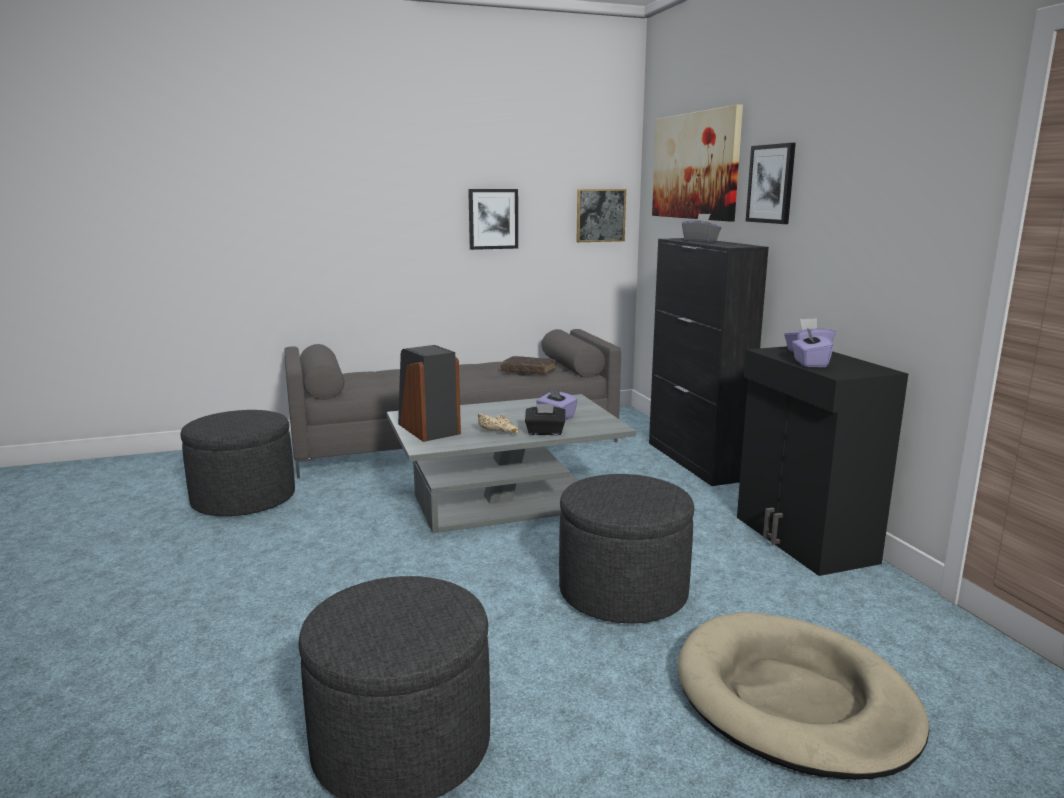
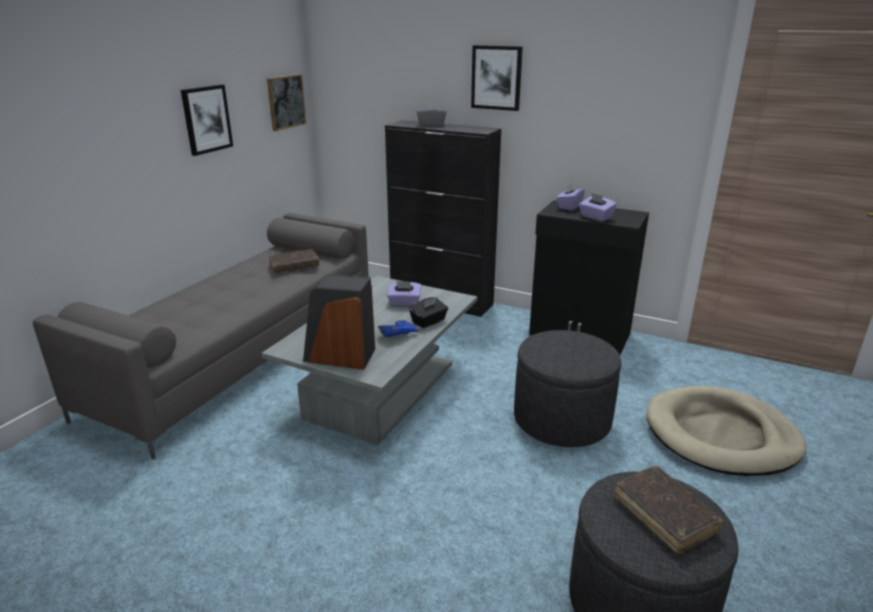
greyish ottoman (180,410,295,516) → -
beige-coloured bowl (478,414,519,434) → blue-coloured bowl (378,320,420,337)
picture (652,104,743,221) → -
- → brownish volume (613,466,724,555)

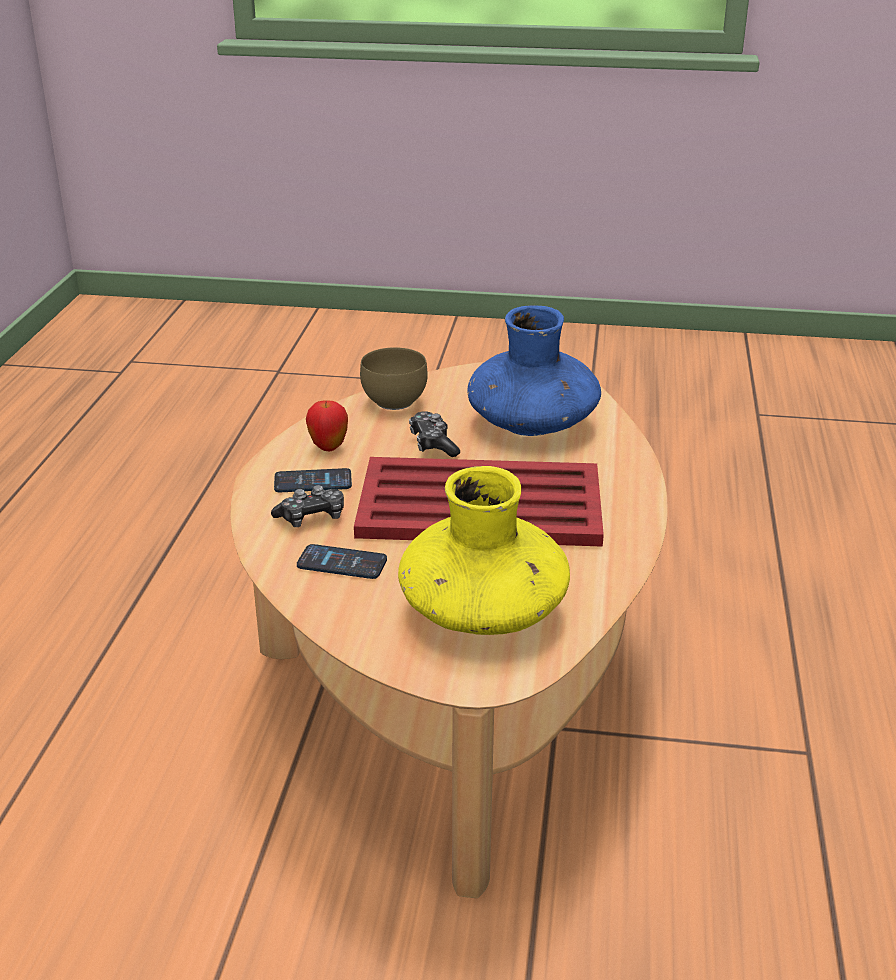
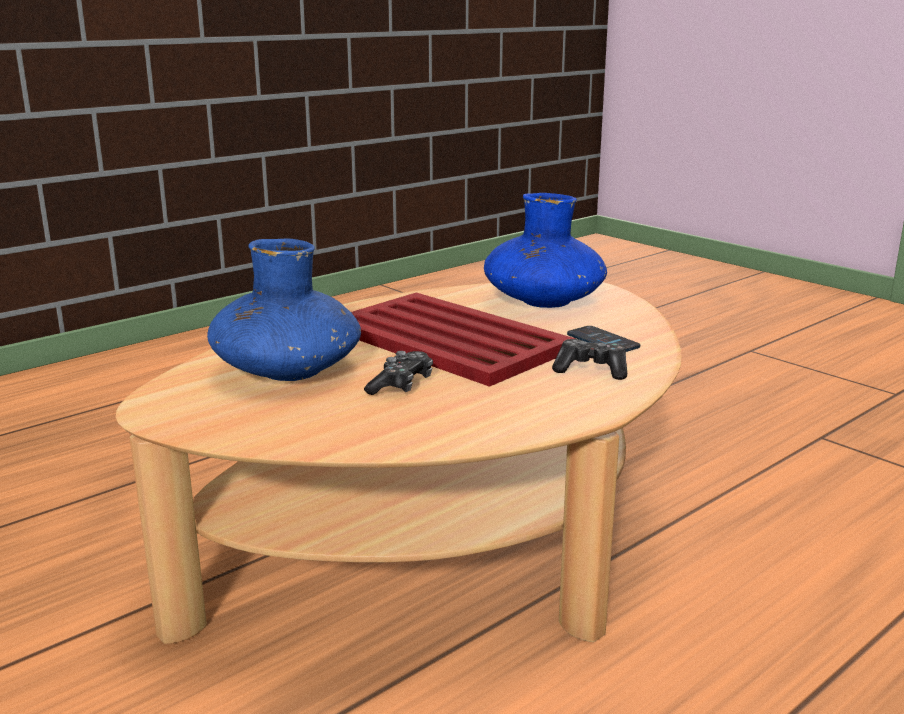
phone (274,468,352,492) → -
apple (306,400,348,451) → -
brownish bowl (360,347,428,410) → -
yellow-coloured vase (398,466,570,635) → blue-coloured vase (484,193,607,308)

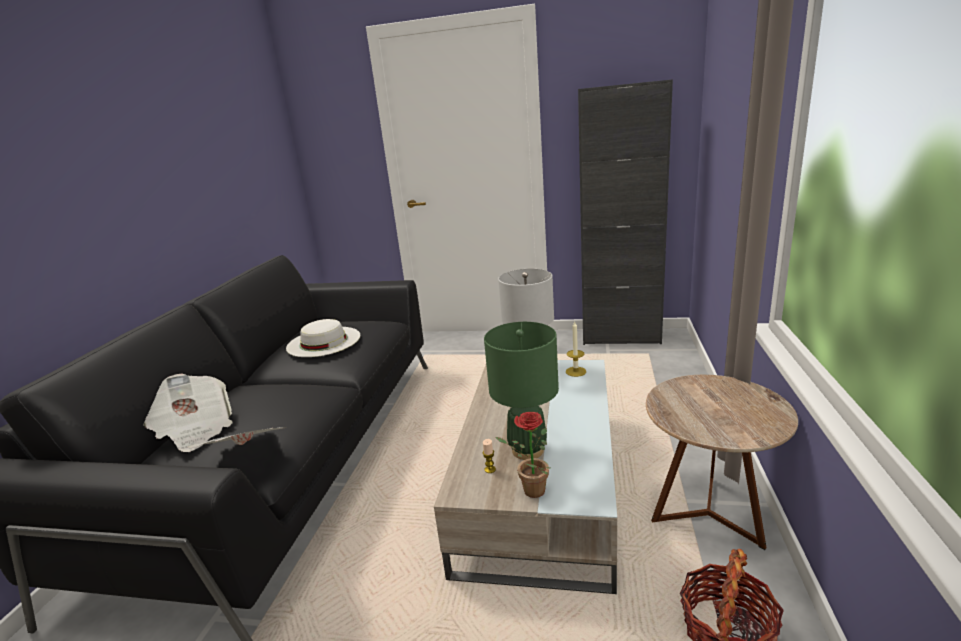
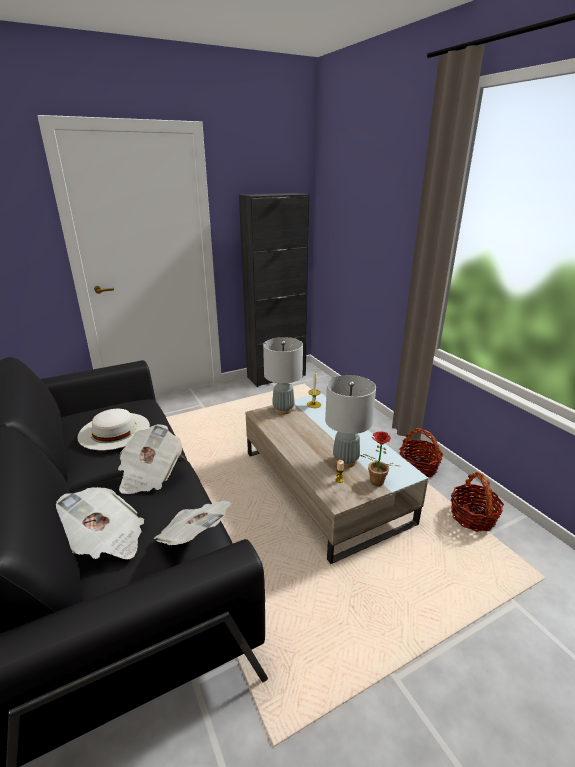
greenish tabletop lamp (484,322,559,460) → greyish tabletop lamp (325,375,376,468)
brownish end table (646,375,798,550) → household basket (400,428,444,477)
- → newspaper (118,424,182,494)

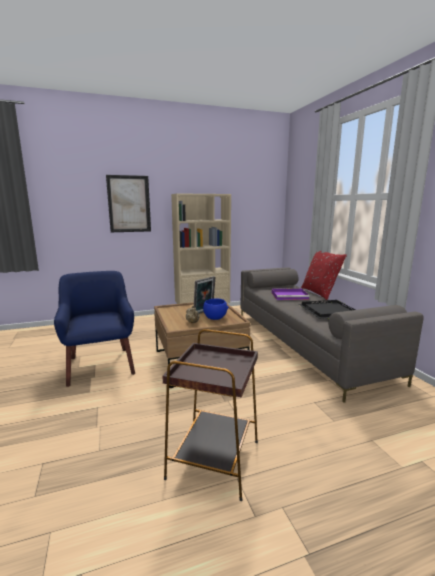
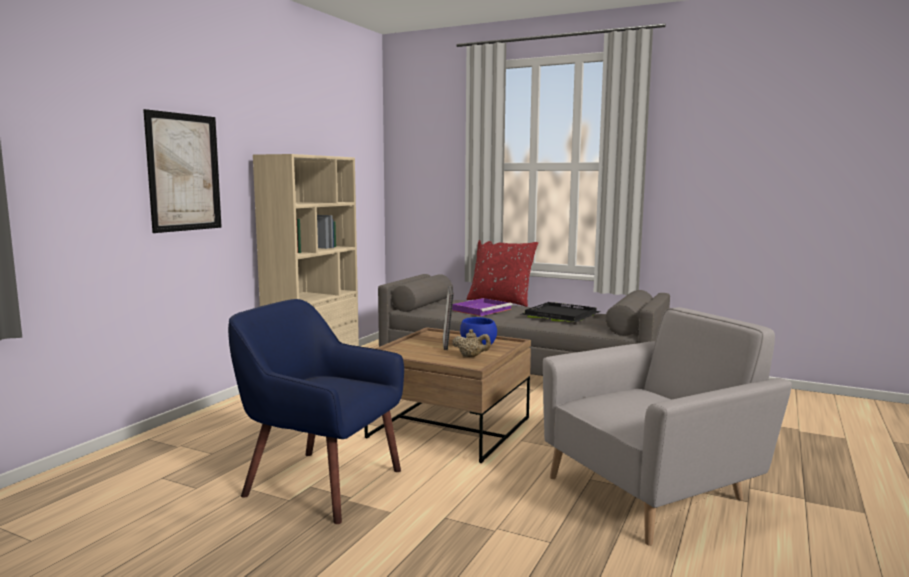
brownish end table (162,329,258,501) → greyish lounge chair (543,307,792,546)

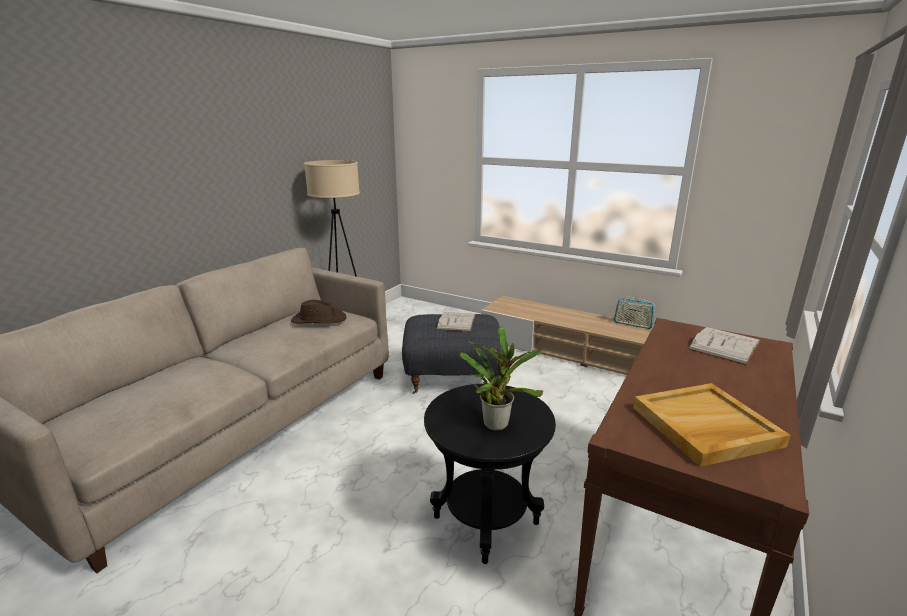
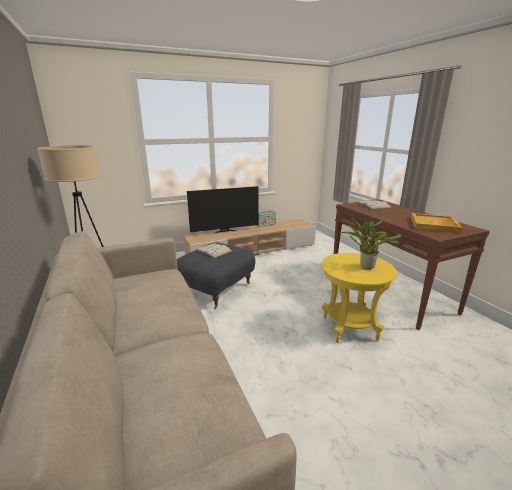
brownish wearable hat (291,300,346,324) → -
black-coloured end table (424,384,556,564) → yellow-coloured end table (321,253,397,343)
- → TV set (187,186,259,234)

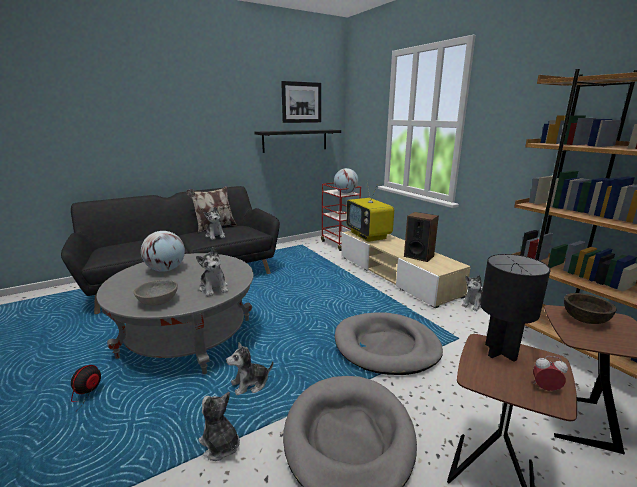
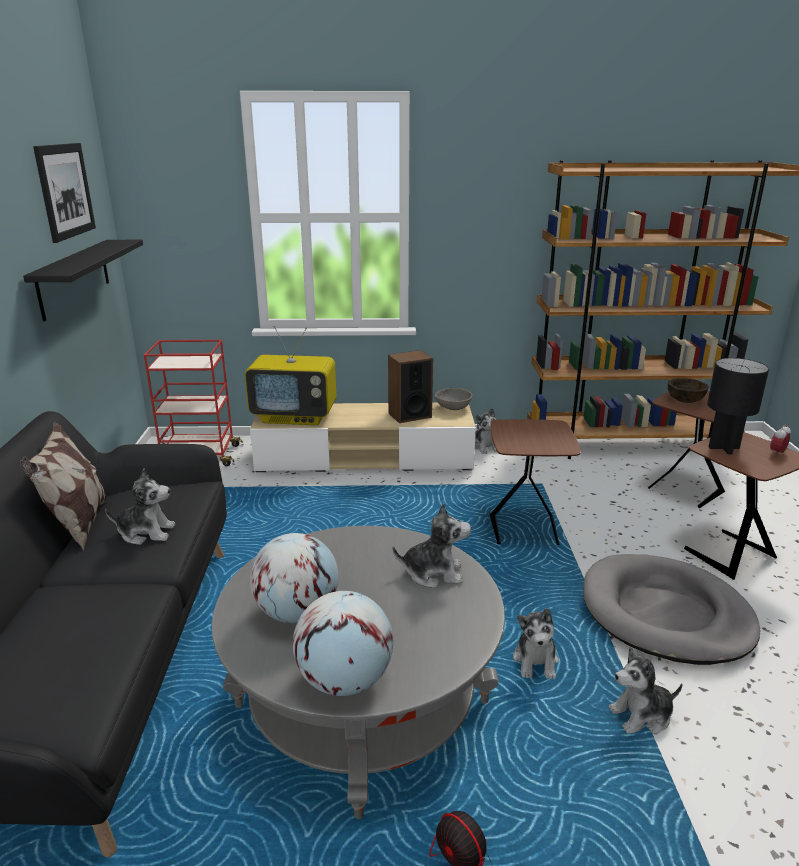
greyish bowl (134,280,178,305) → greyish bowl (435,388,472,410), relocated
globe (334,168,359,194) → globe (293,591,393,696), relocated
greyish dog bed (335,312,443,375) → brownish end table (490,419,581,545)

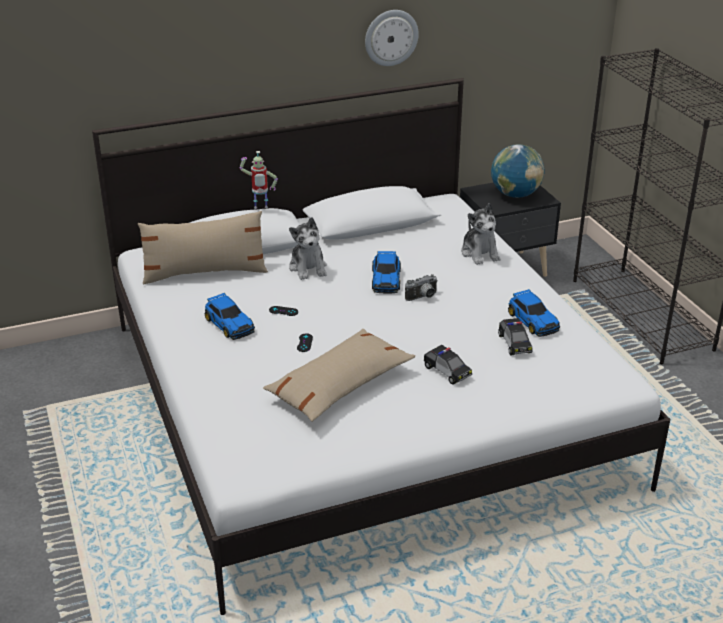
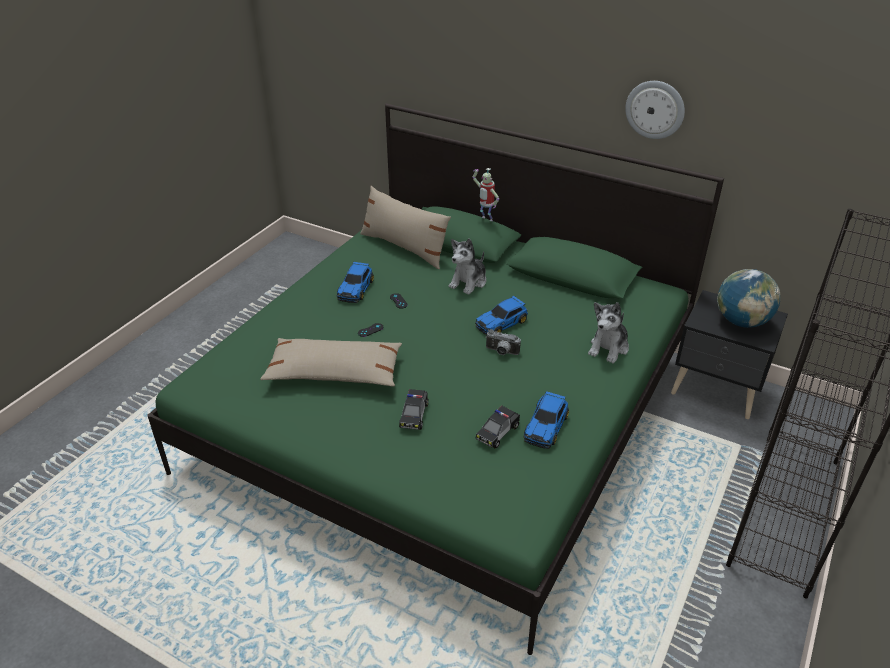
whitish sleeping bed (92,78,670,615) → greenish sleeping bed (147,103,724,655)

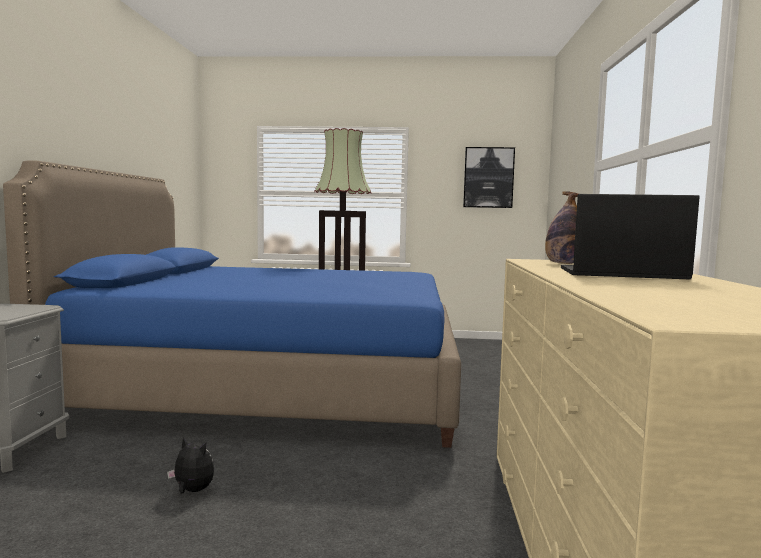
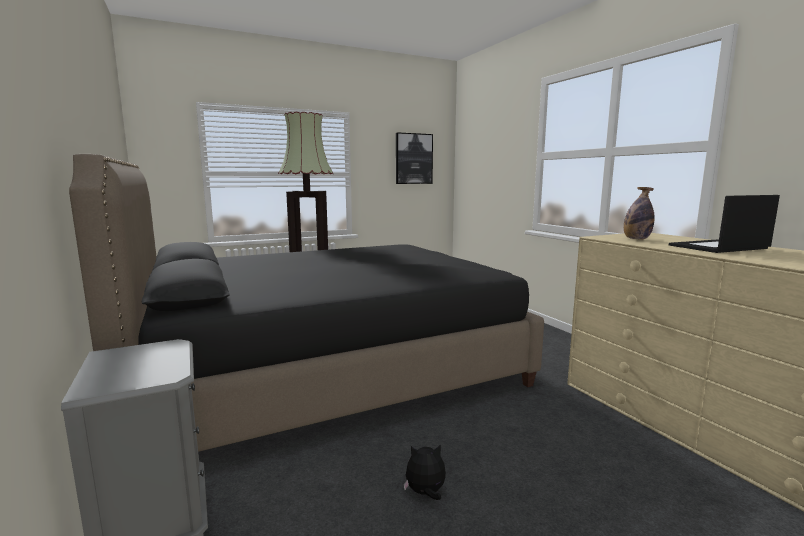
blue-coloured sleeping bed (3,160,461,448) → black-coloured sleeping bed (69,154,544,452)

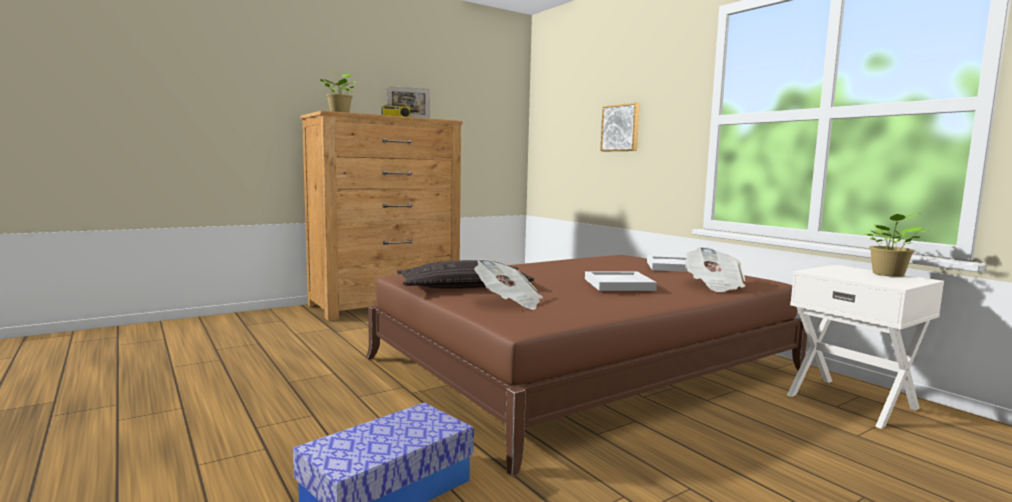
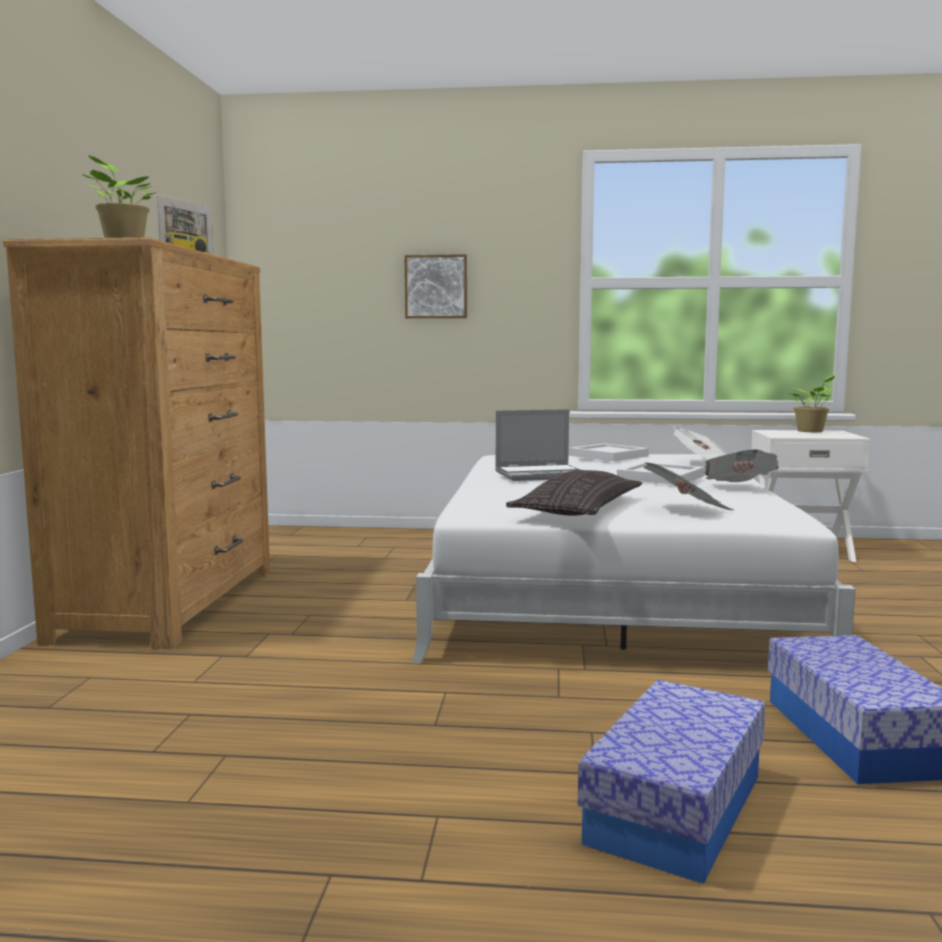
brownish sleeping bed (366,255,808,476) → whitish sleeping bed (412,454,856,664)
- → laptop (495,409,580,481)
- → storage bin (578,679,765,884)
- → newspaper (704,449,779,482)

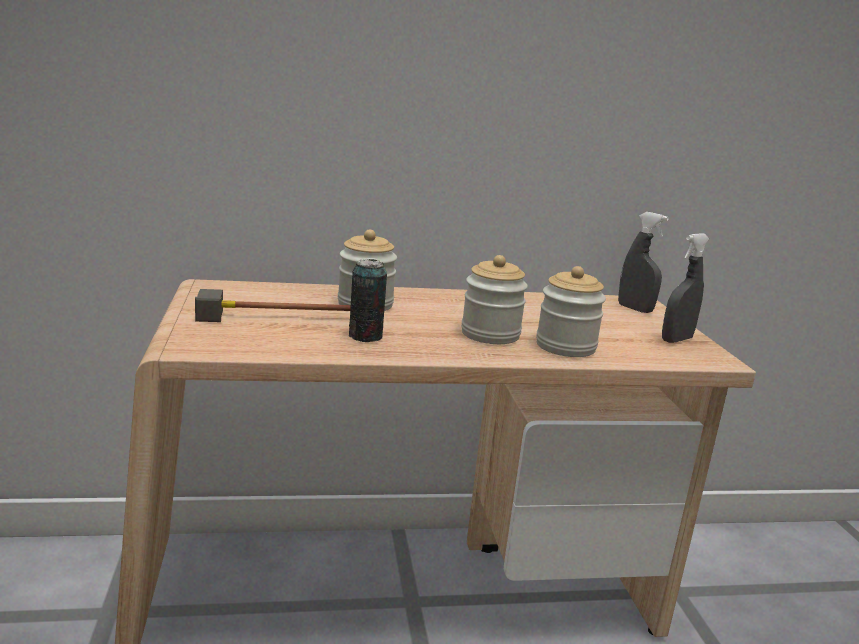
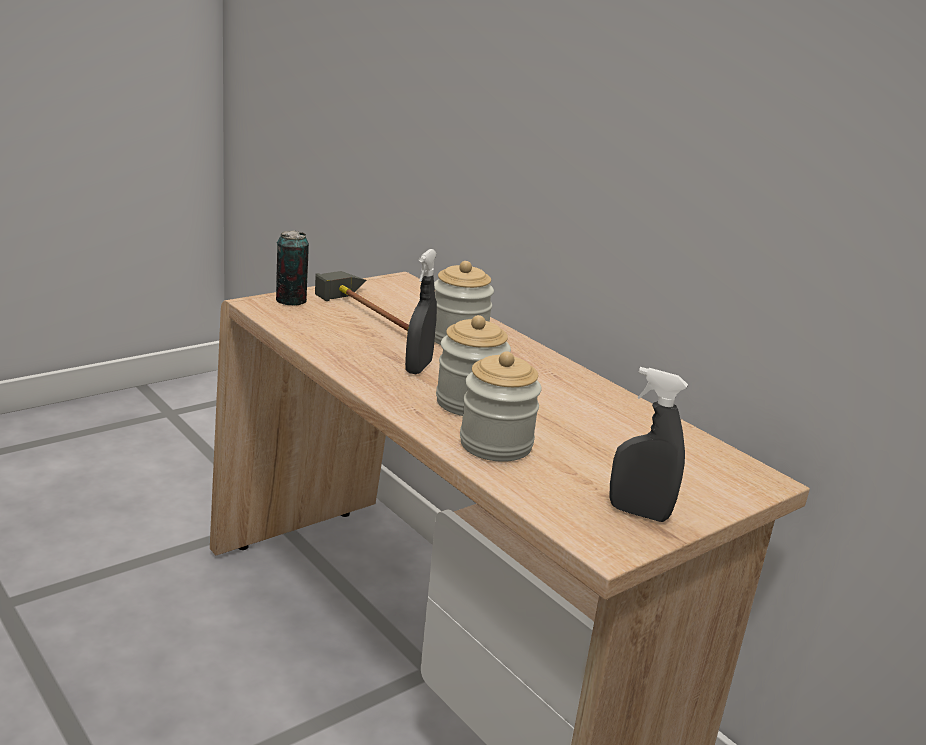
sealed can (349,259,387,342) → sealed can (276,230,309,305), relocated
greyish spray bottle (618,212,669,313) → greyish spray bottle (405,249,437,374), relocated

